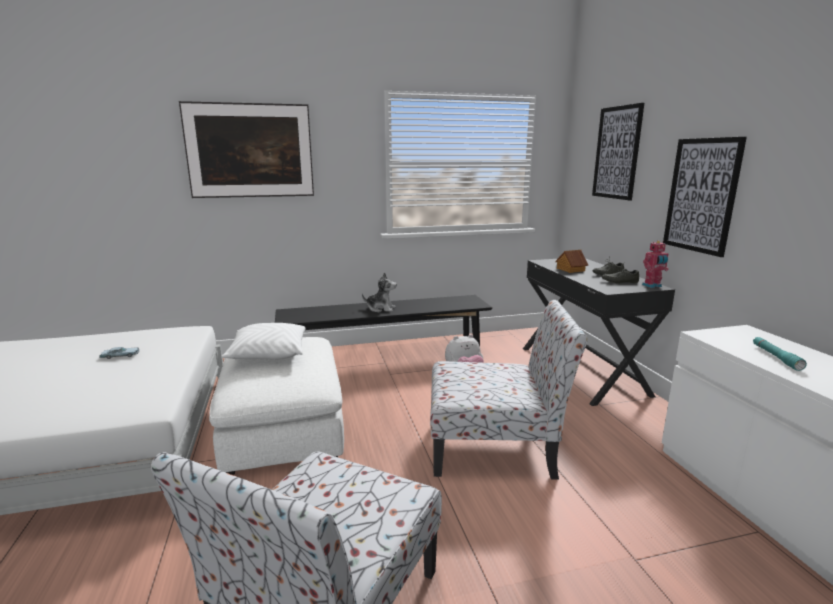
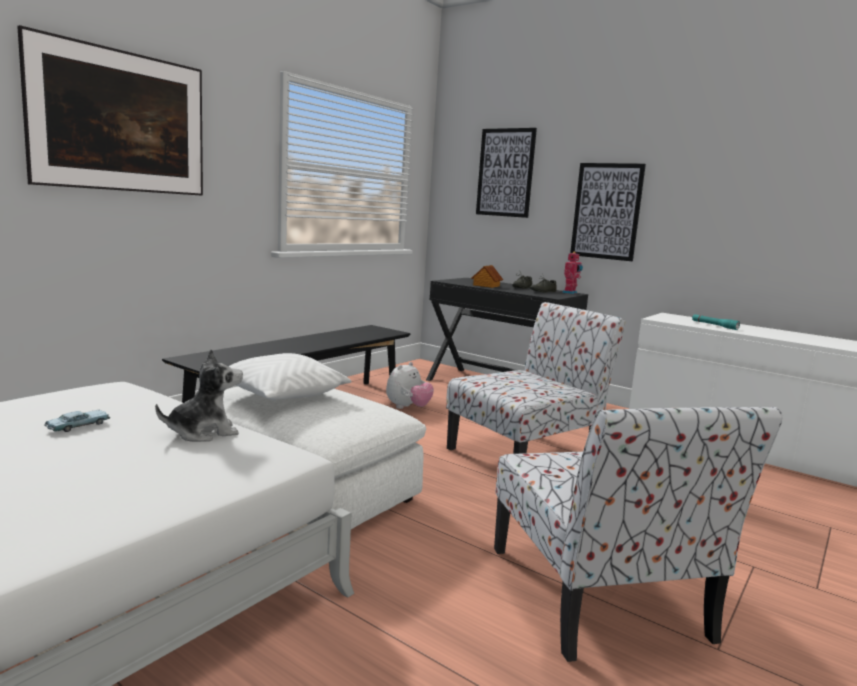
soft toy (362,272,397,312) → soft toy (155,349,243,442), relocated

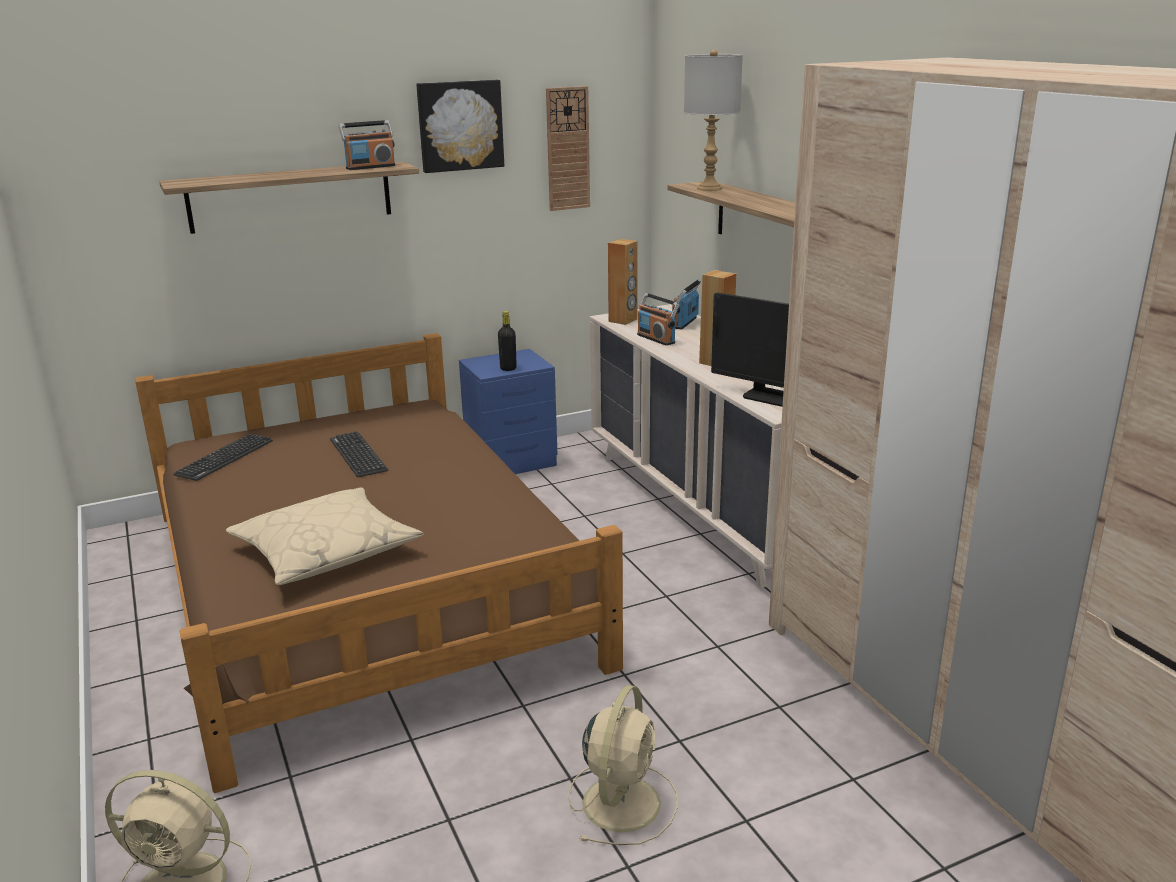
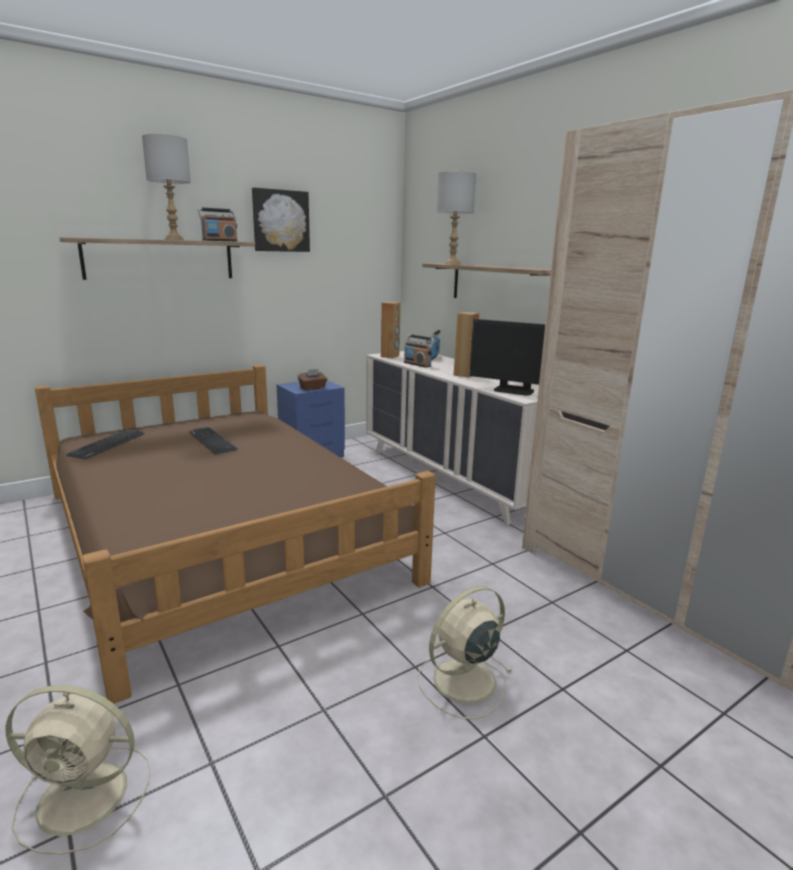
beige-coloured throw pillow (226,488,424,585) → -
black-coloured bottle (498,311,517,371) → brownish tissue holder (298,369,327,390)
wall clock (546,86,590,211) → -
beige-coloured electric fan (569,685,678,845) → beige-coloured electric fan (417,586,513,719), 135 degrees counterclockwise
- → greyish tabletop lamp (142,134,191,240)

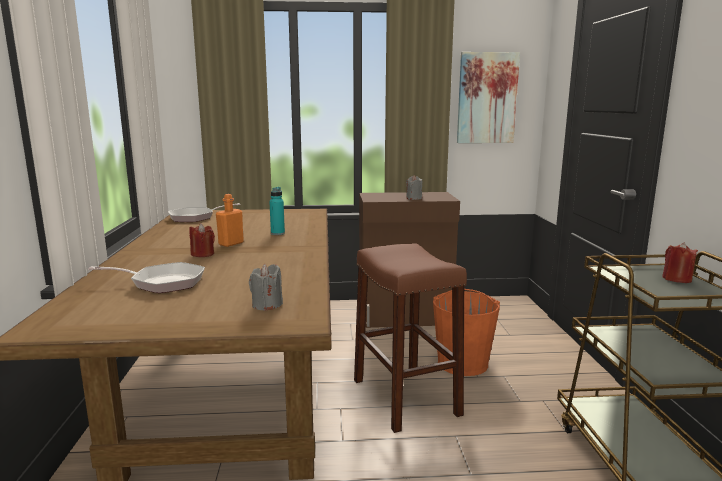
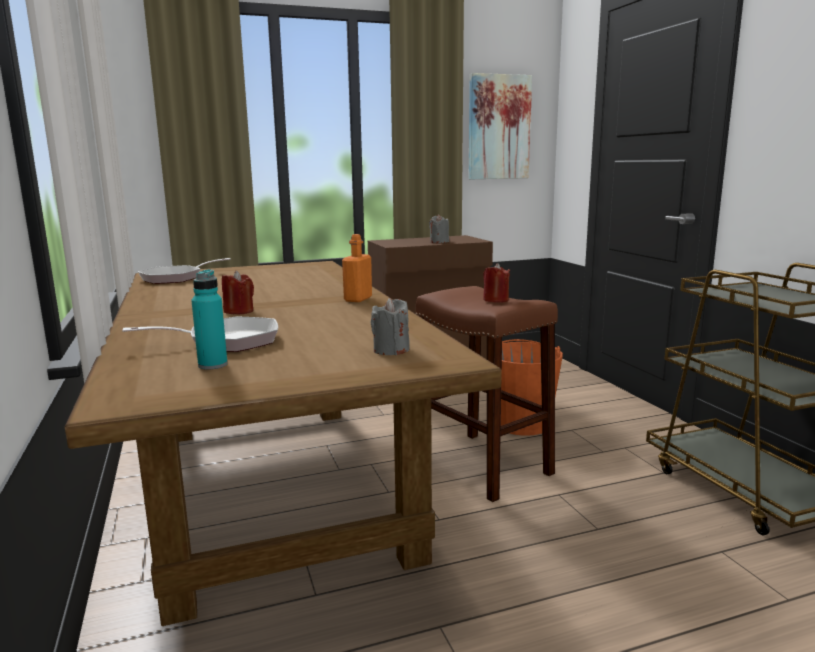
orange bottle (216,194,244,247) → orange bottle (342,234,372,302), relocated
blue-green bottle (269,187,285,235) → blue-green bottle (191,269,228,370), relocated
red candle (662,242,698,283) → red candle (483,263,510,303), relocated

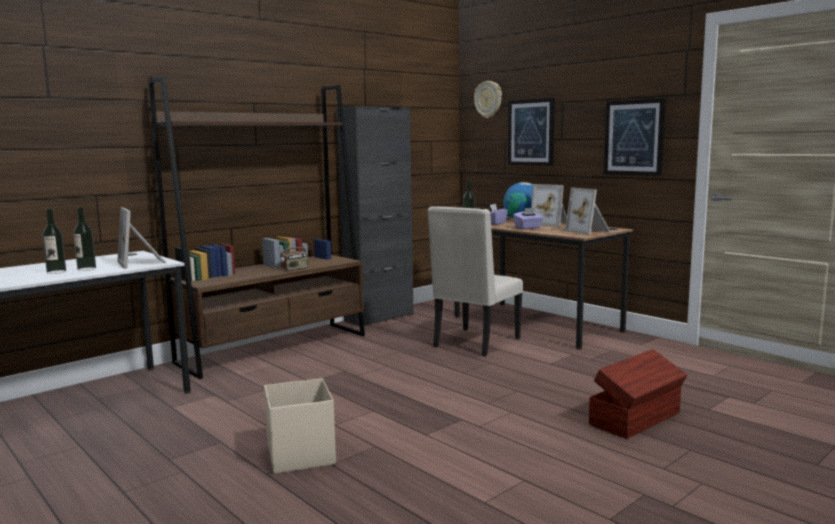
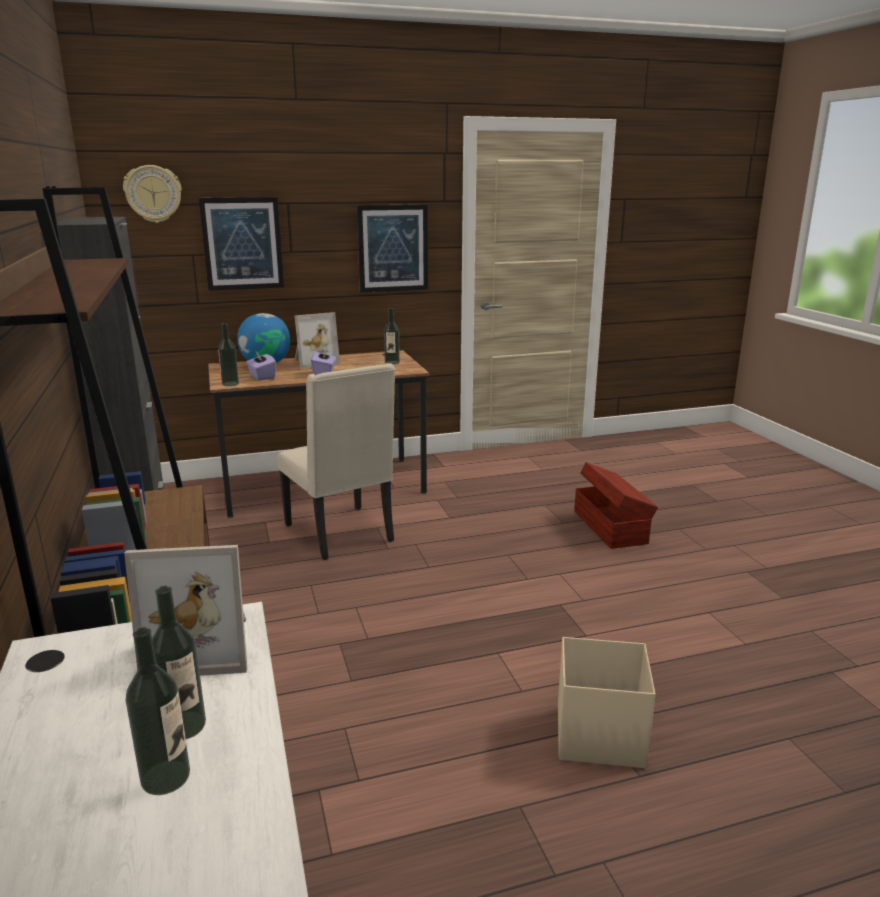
radio receiver (280,238,308,271) → -
photo frame (565,187,610,235) → bottle (384,308,400,365)

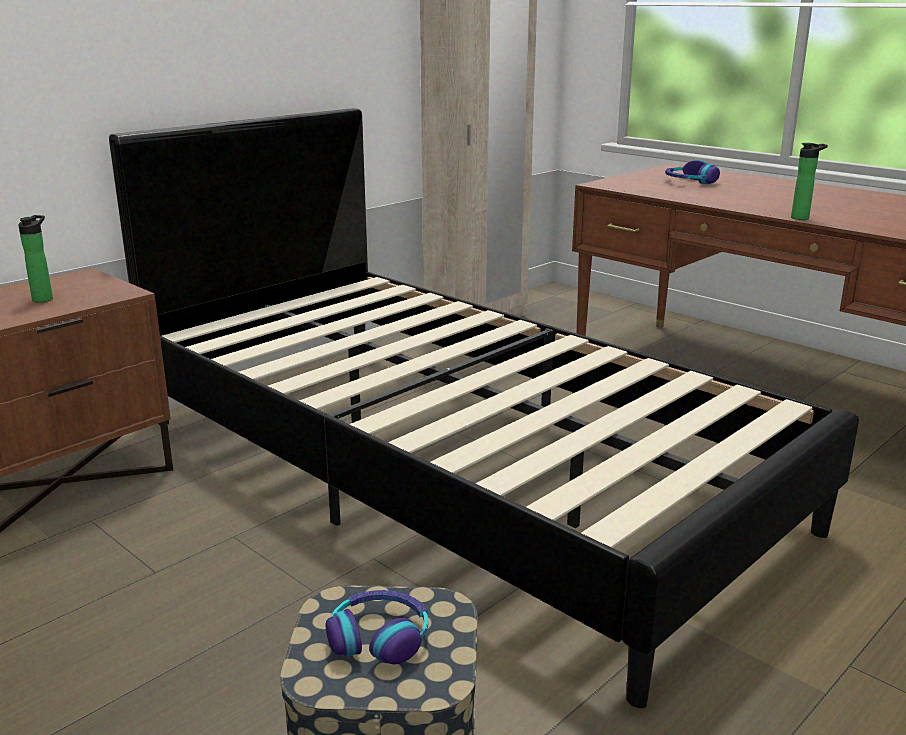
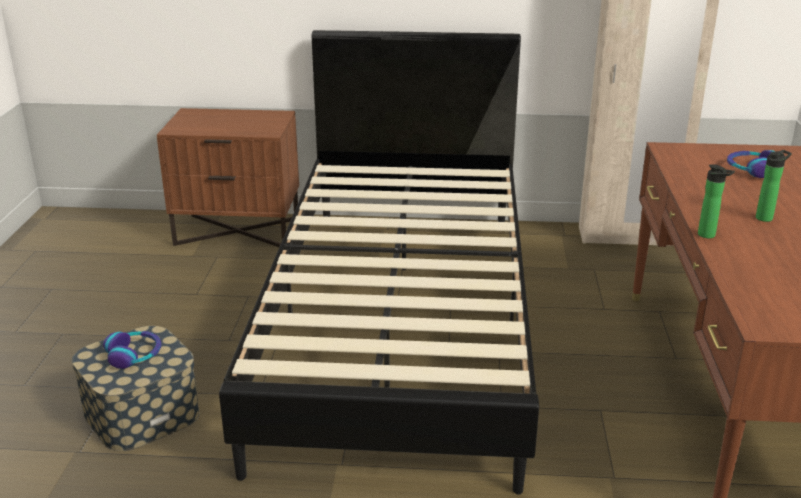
bottle (18,215,53,303) → bottle (756,150,792,222), relocated

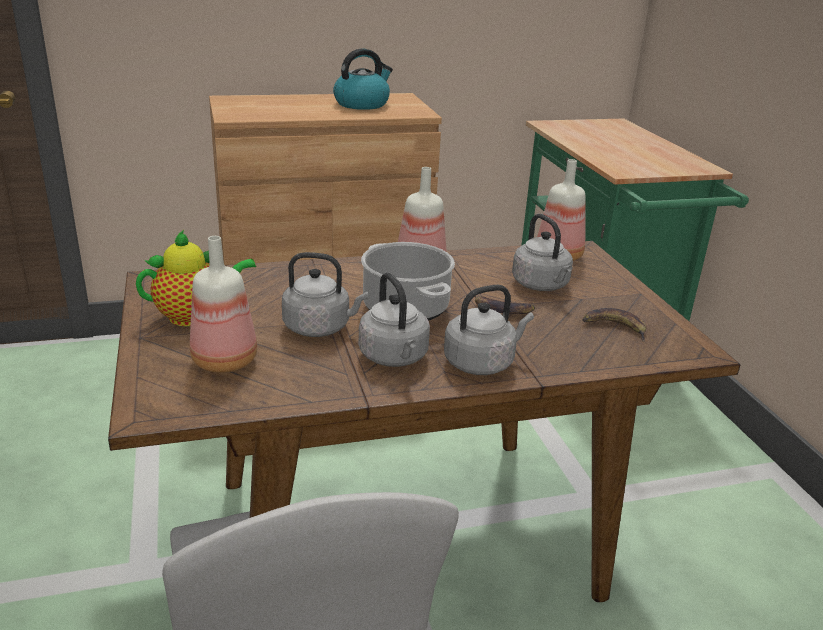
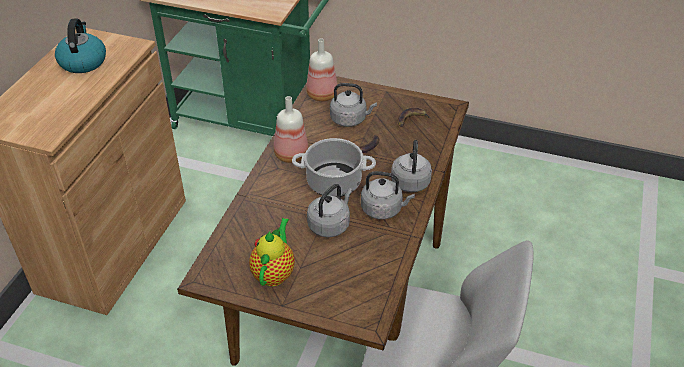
bottle (190,236,257,373) → -

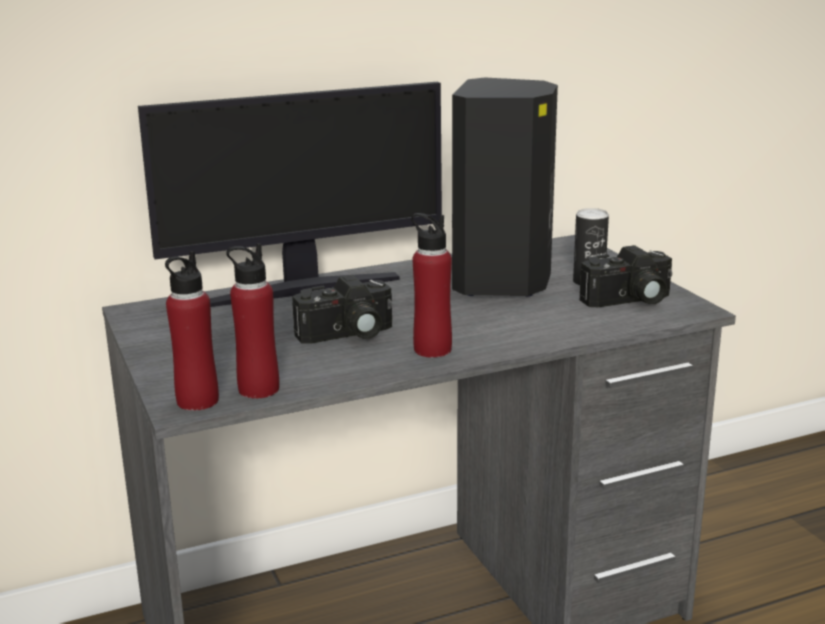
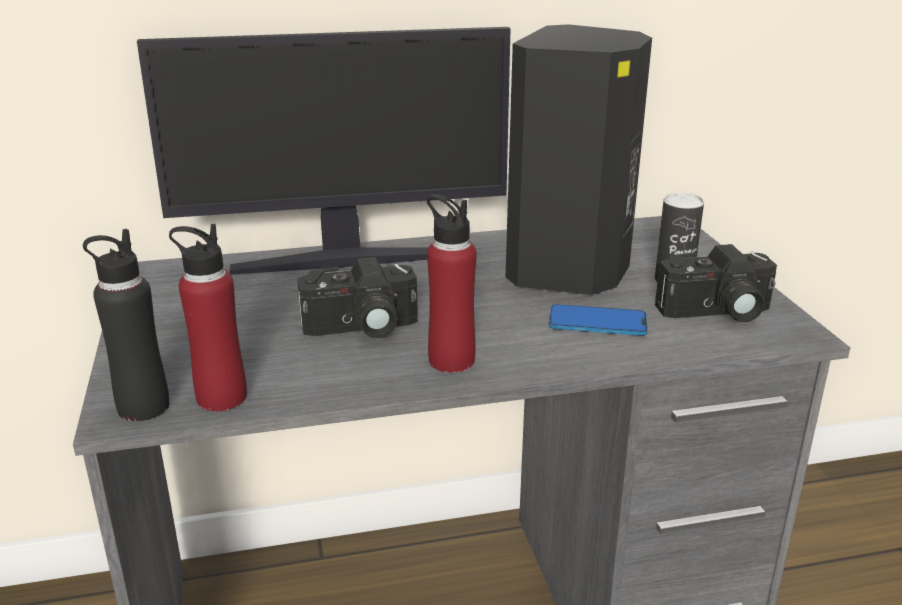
red bottle (165,251,219,411) → black-coloured bottle (83,229,169,421)
- → phone (549,304,648,336)

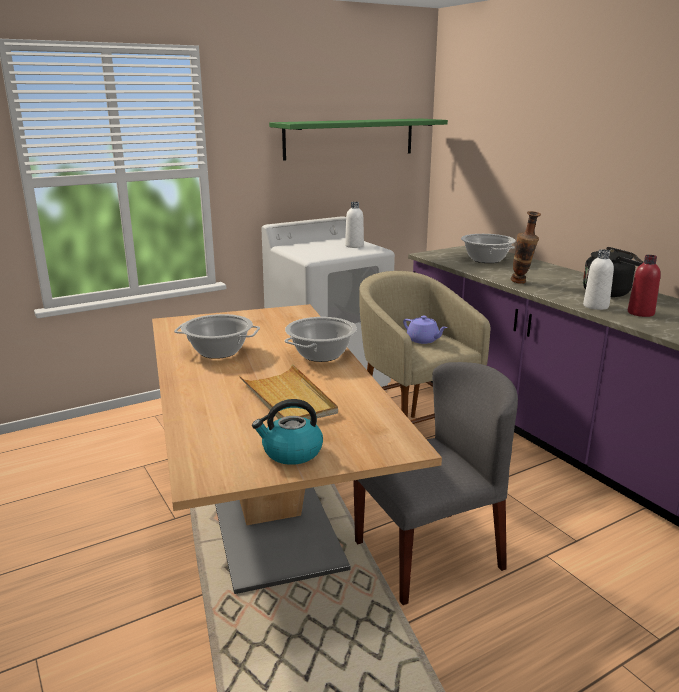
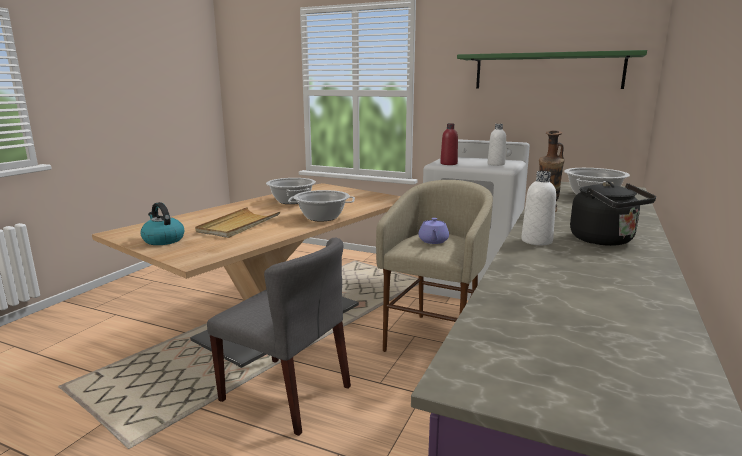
red bottle (628,255,661,317) → red bottle (440,123,458,165), relocated

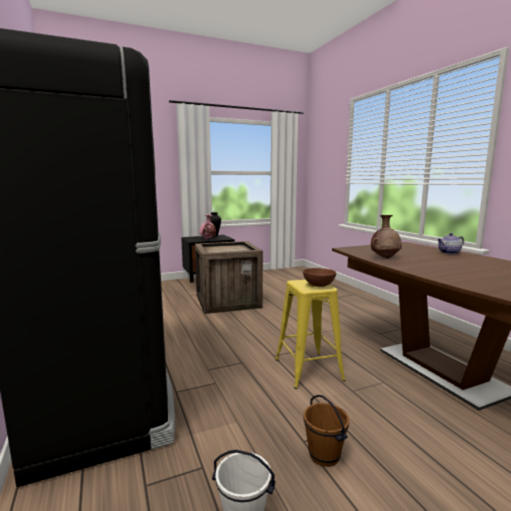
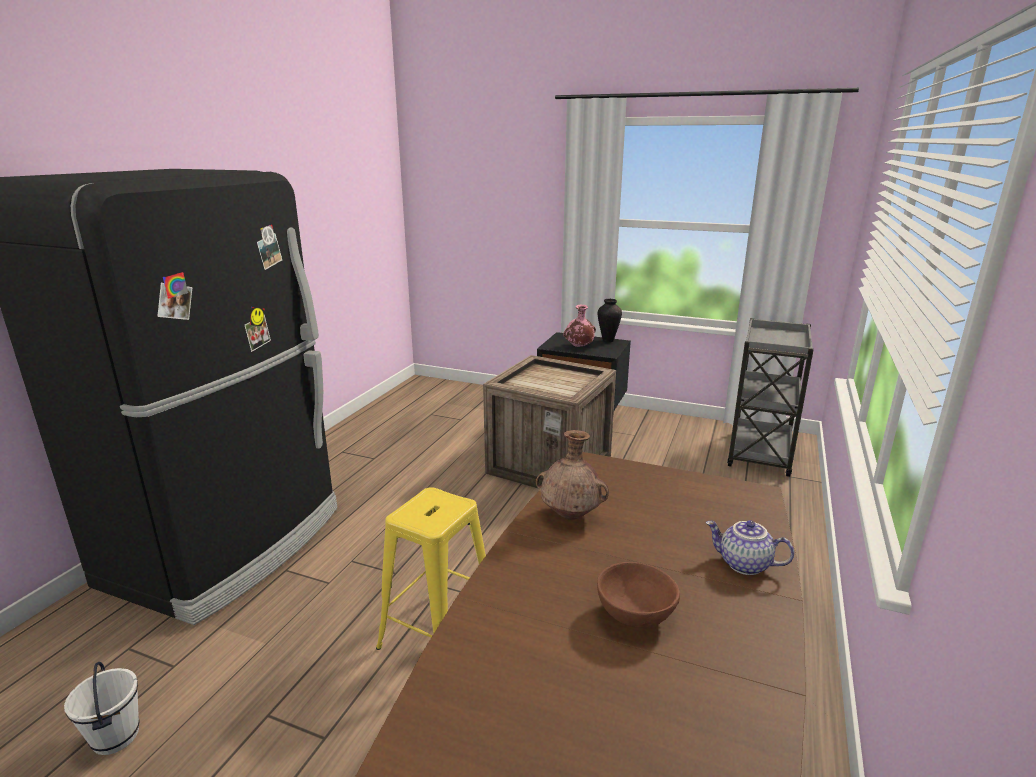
brownish bowl (303,268,336,287) → brownish bowl (597,562,680,628), relocated
brownish water bucket (304,395,349,467) → -
- → greyish trolley (727,318,814,477)

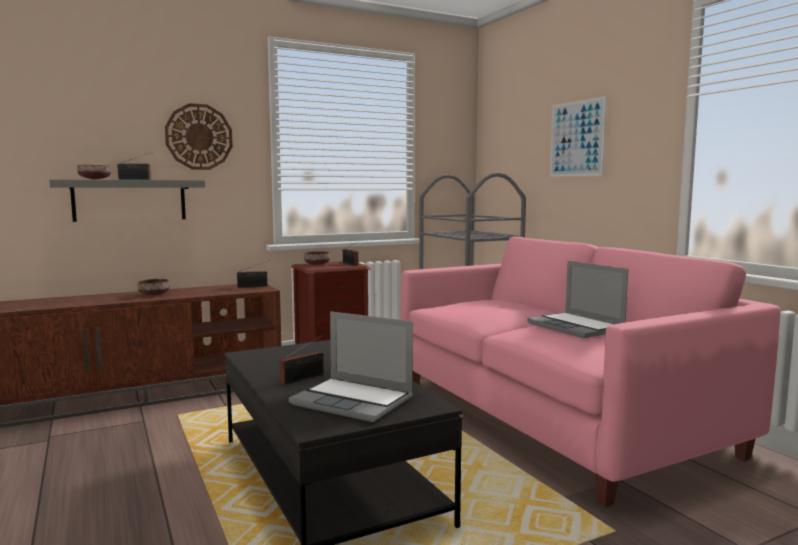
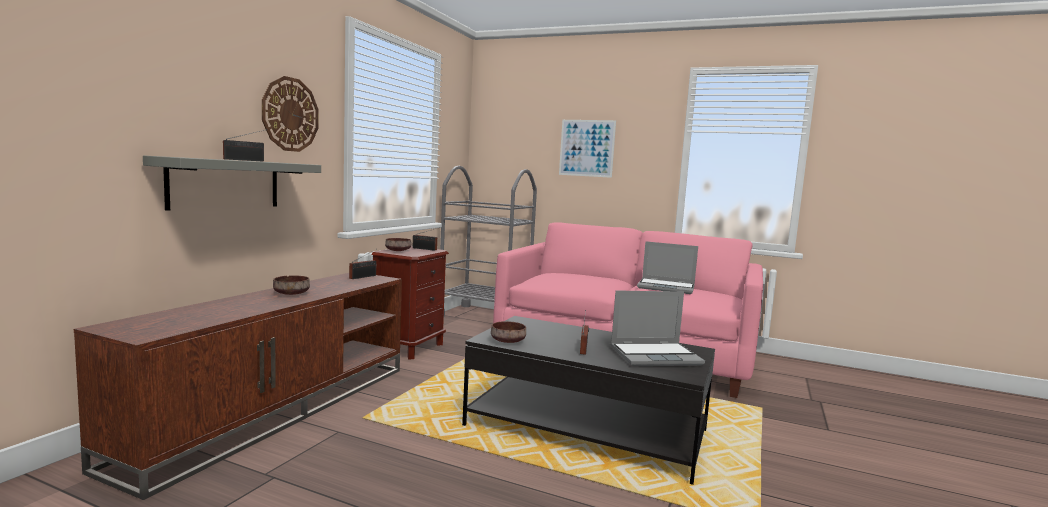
brownish bowl (77,165,111,179) → brownish bowl (491,321,526,343), relocated

